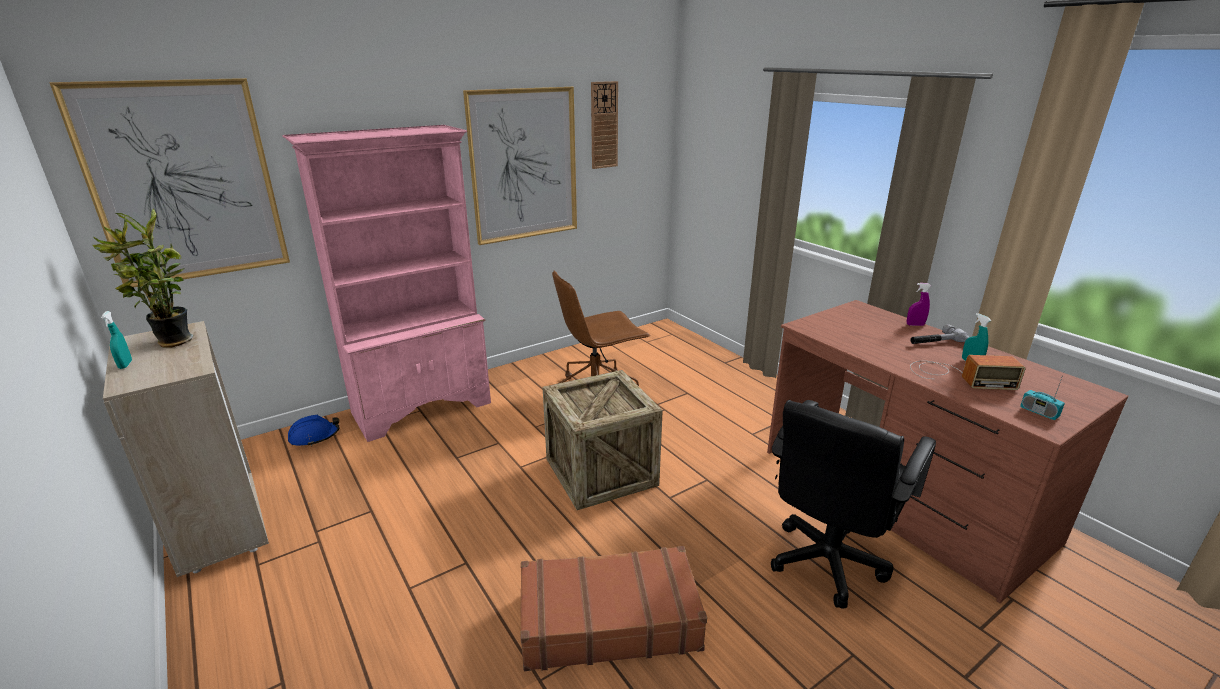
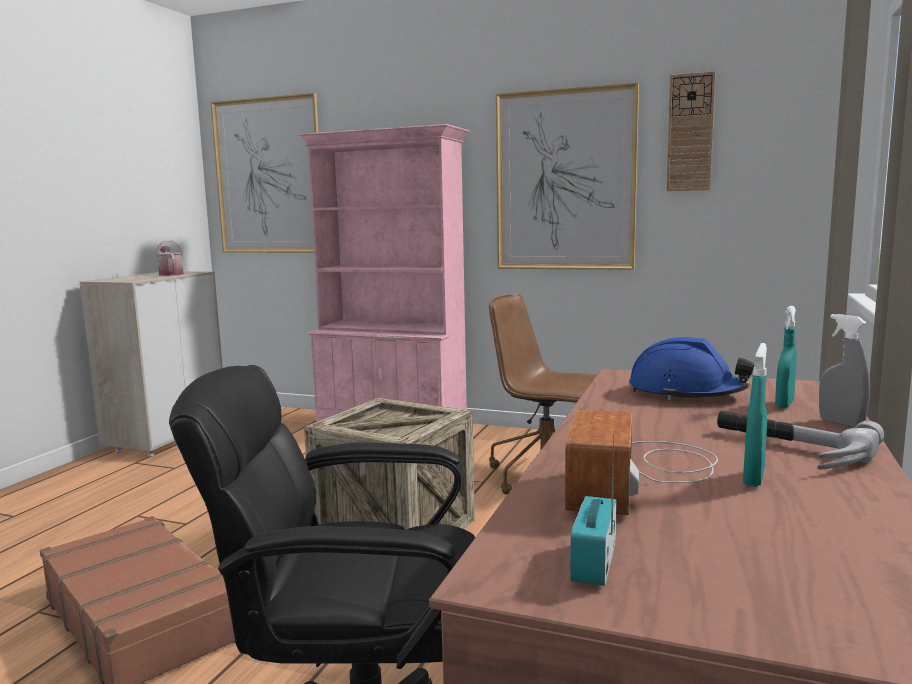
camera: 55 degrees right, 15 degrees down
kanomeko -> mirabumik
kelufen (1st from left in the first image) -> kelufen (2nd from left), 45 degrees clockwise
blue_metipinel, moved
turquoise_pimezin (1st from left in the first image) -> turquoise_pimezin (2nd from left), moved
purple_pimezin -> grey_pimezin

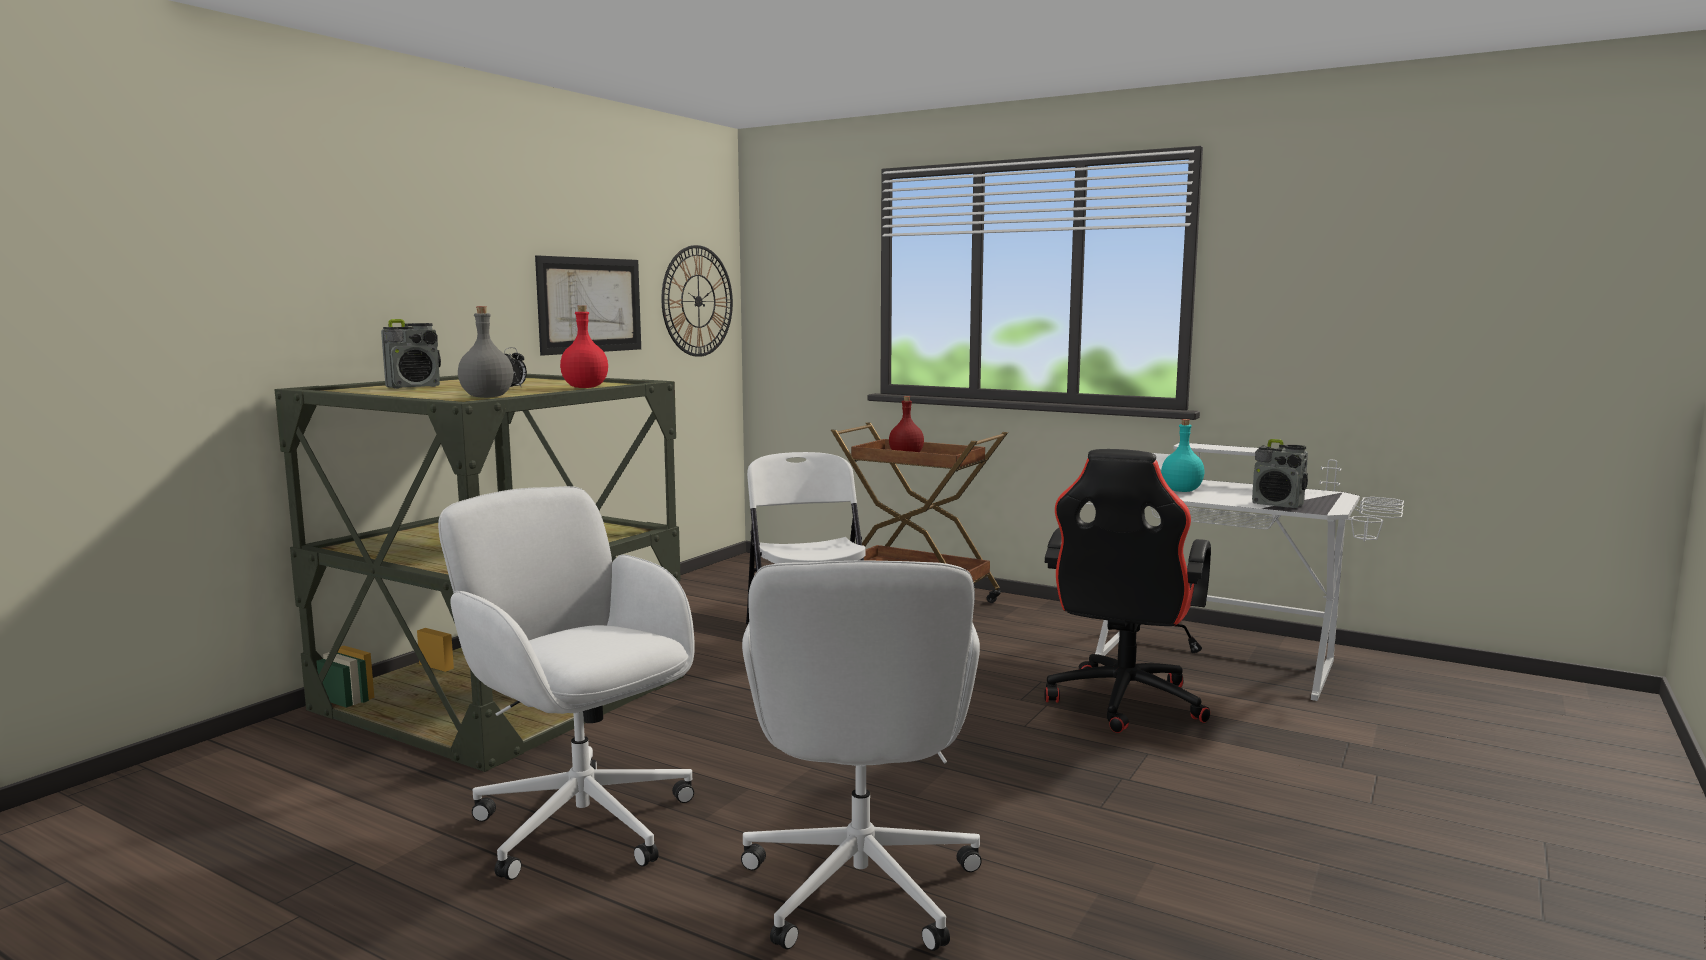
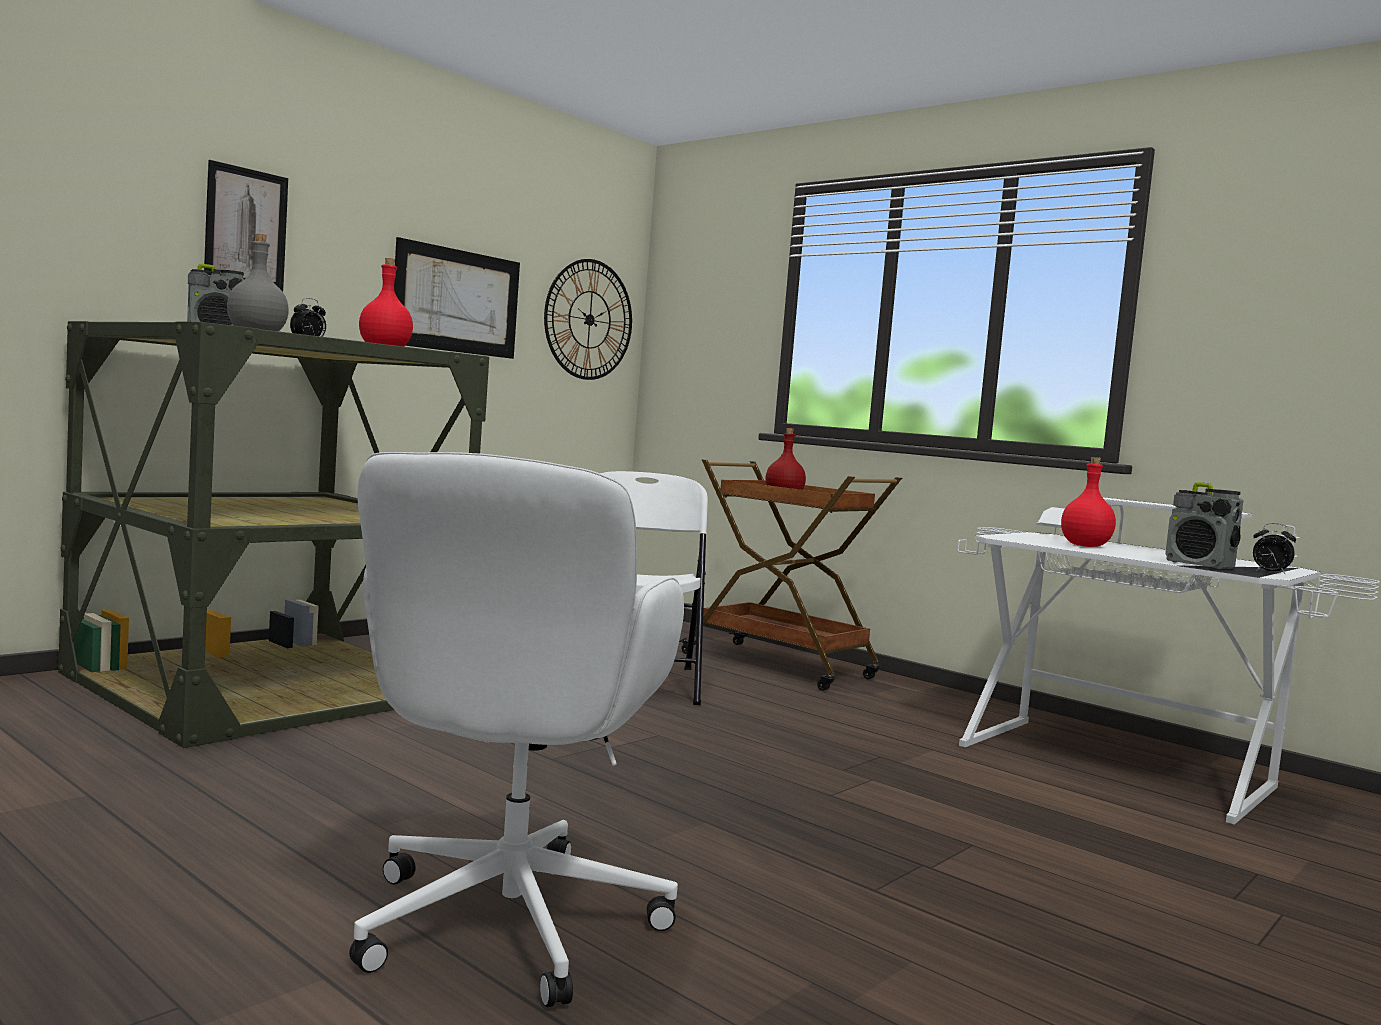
camera: 10 degrees right, 5 degrees down
none -> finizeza (1st from left)
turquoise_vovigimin -> red_vovigimin (3rd from left)
none -> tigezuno (2nd from left)
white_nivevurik (1st from left) -> none
black_nivevurik -> none

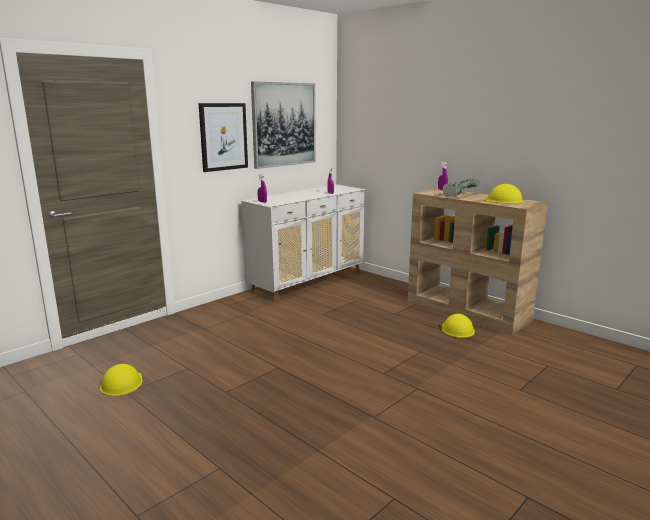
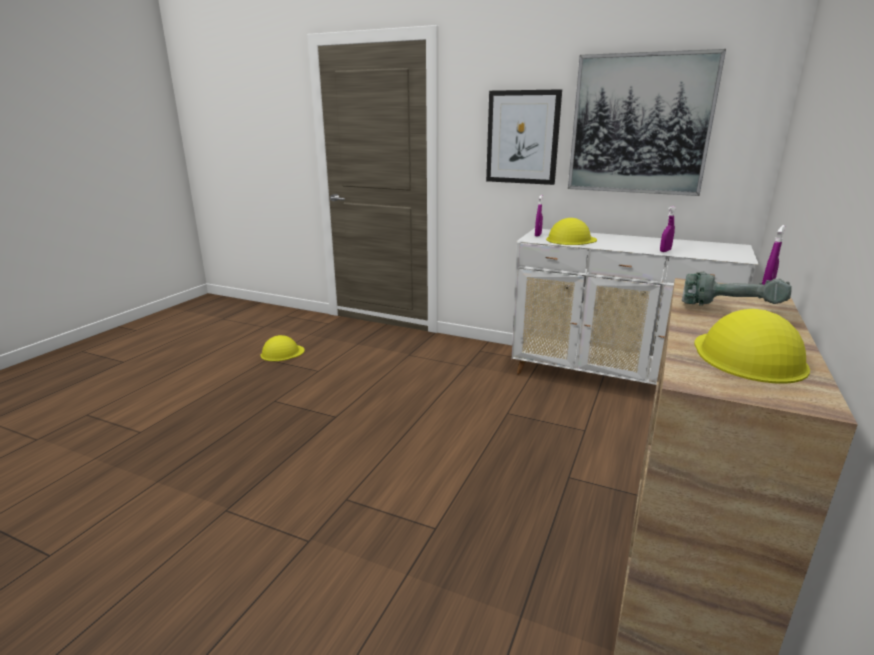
camera: 70 degrees right, 5 degrees up
yellow_metipinel (2nd from left), moved

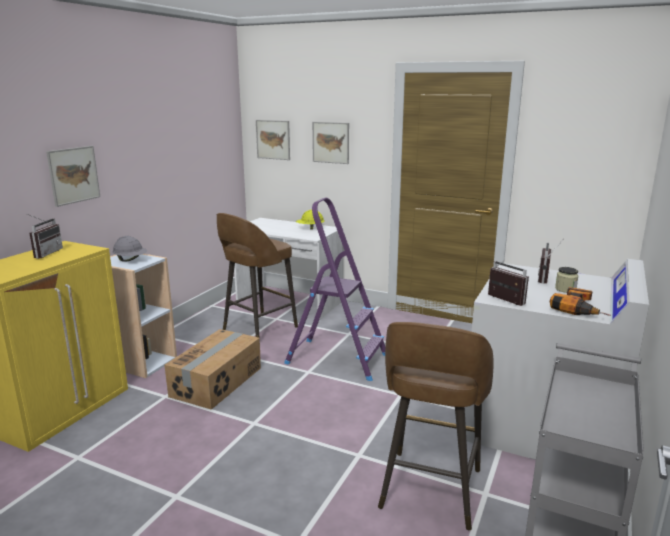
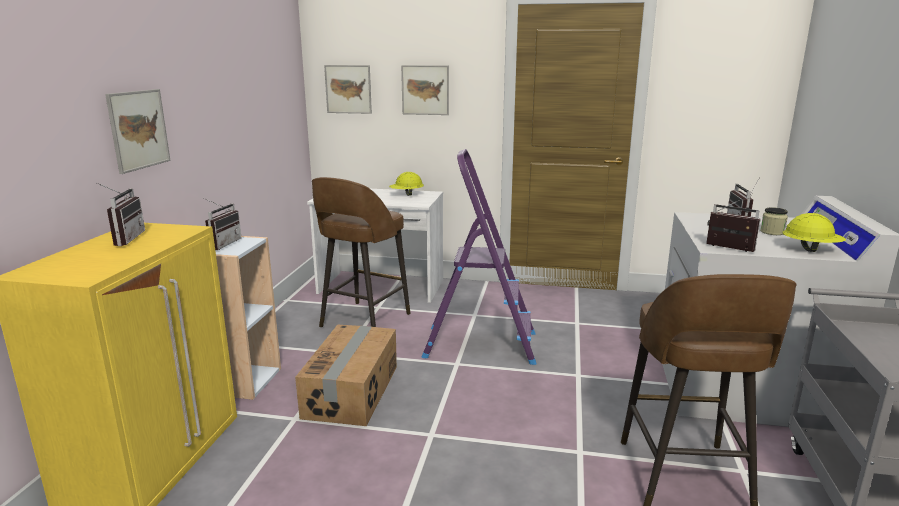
camera: 15 degrees left, 0 degrees up
grey_metipinel -> kelufen (2nd from left)
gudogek -> yellow_metipinel (2nd from left)

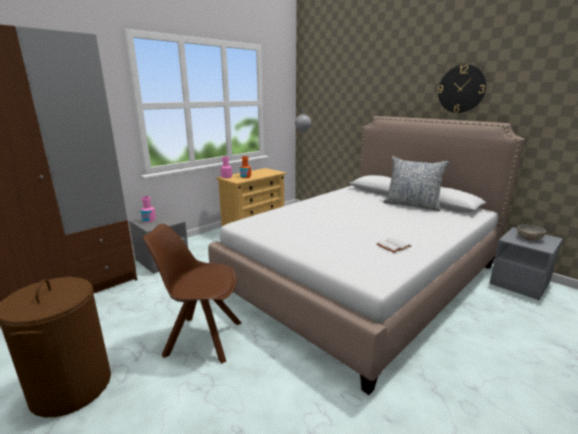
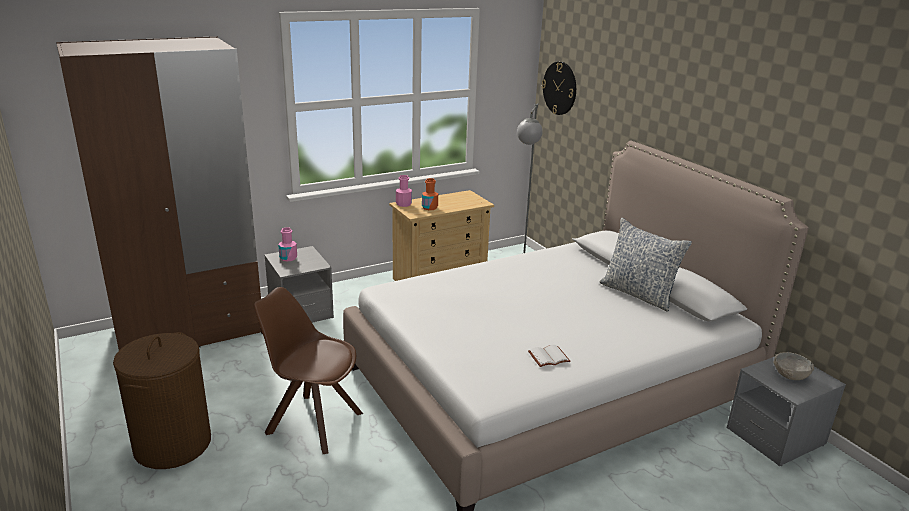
camera: 15 degrees right, 5 degrees up
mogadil, moved

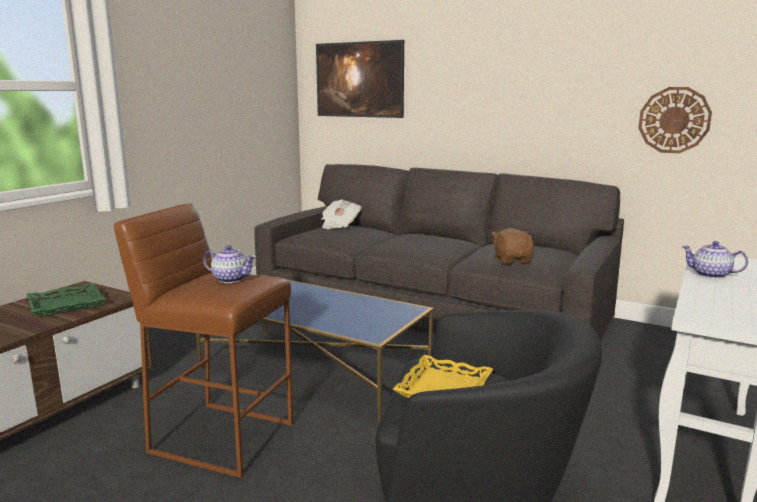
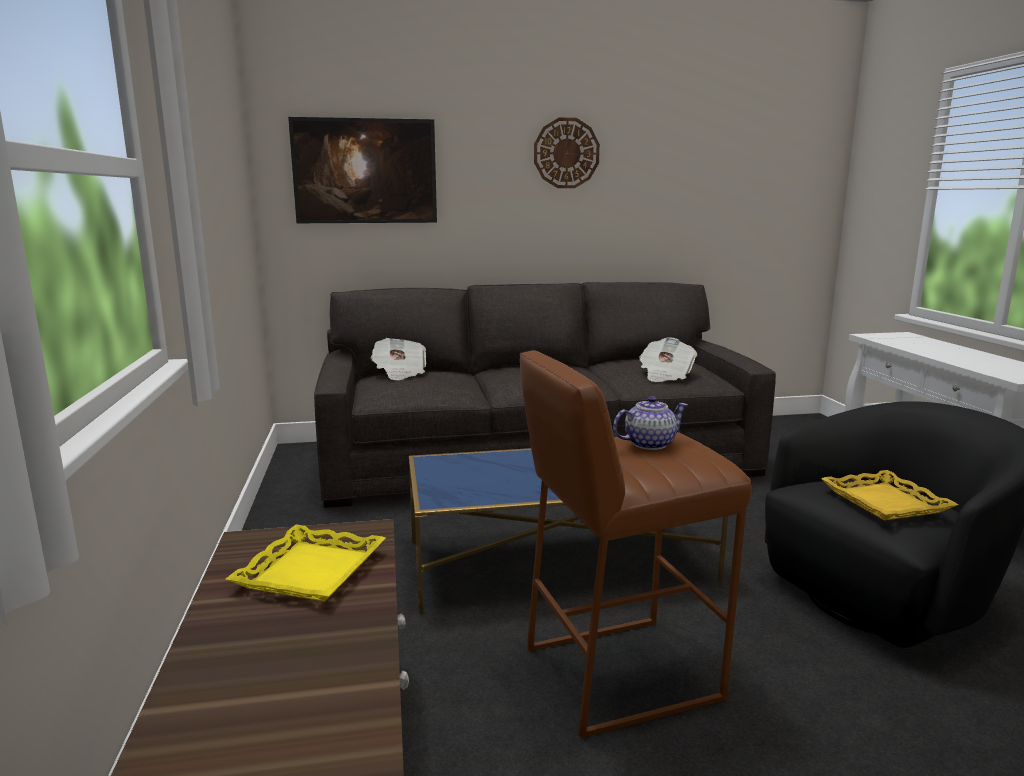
camera: 40 degrees left, 0 degrees up
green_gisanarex -> yellow_gisanarex (1st from left)
mogadil, moved
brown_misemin -> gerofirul (2nd from left)
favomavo (2nd from left) -> none

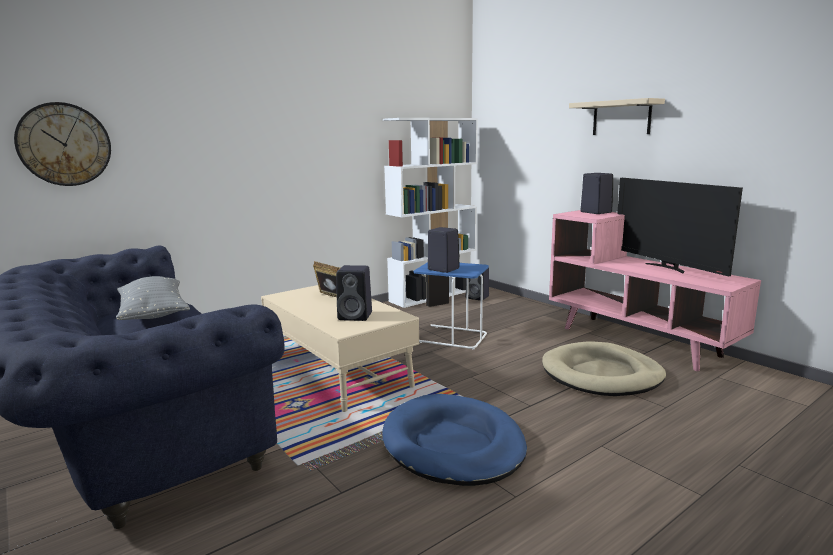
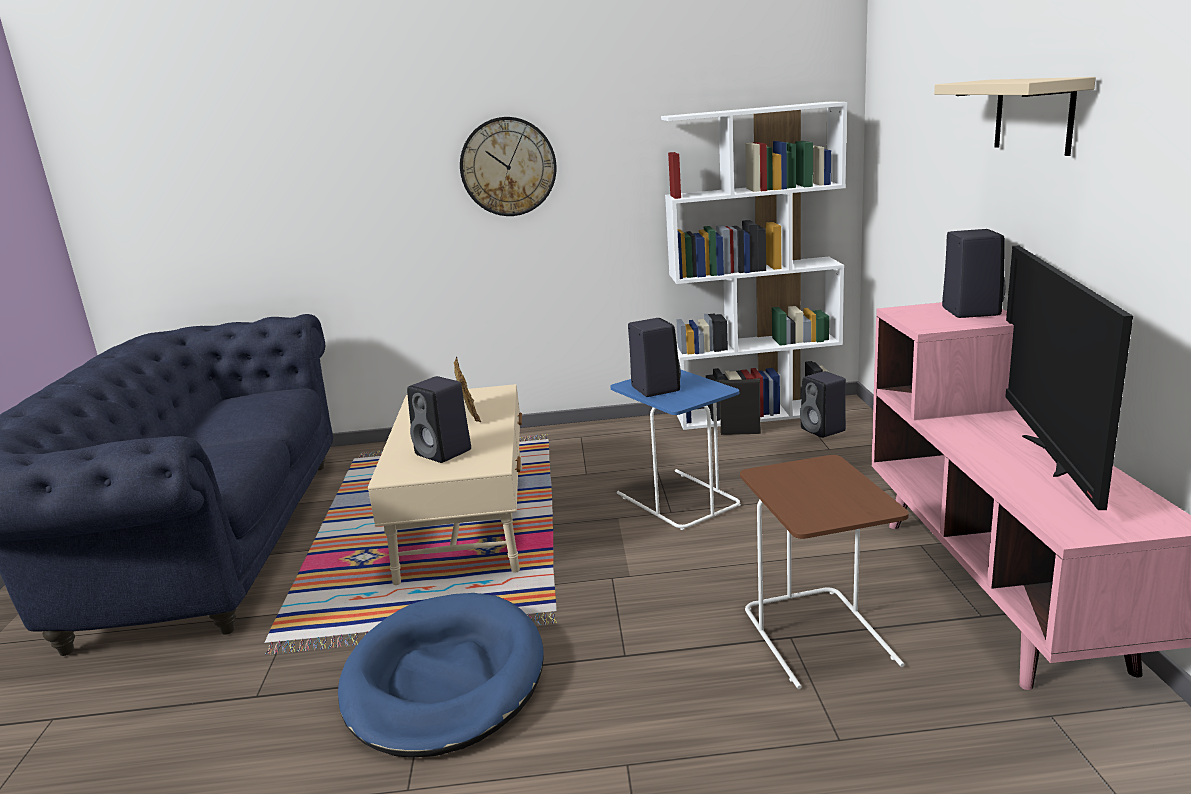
camera: 35 degrees right, 5 degrees up
mogadil, moved
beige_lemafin -> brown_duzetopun
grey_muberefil -> none

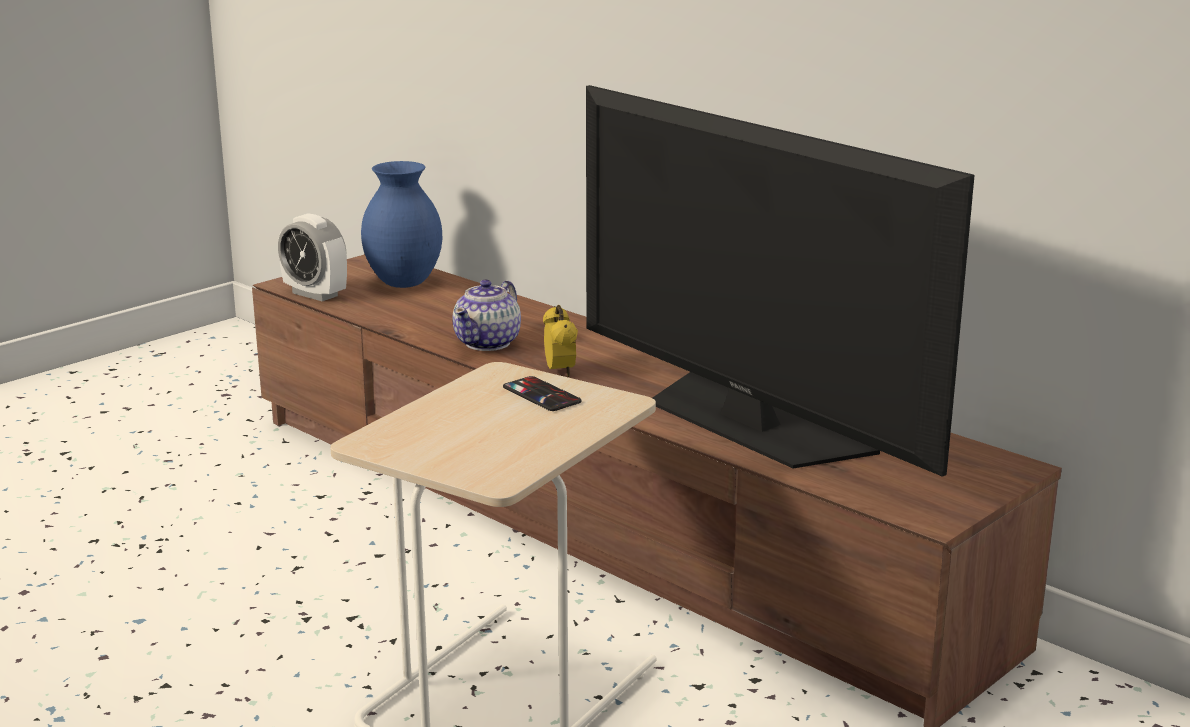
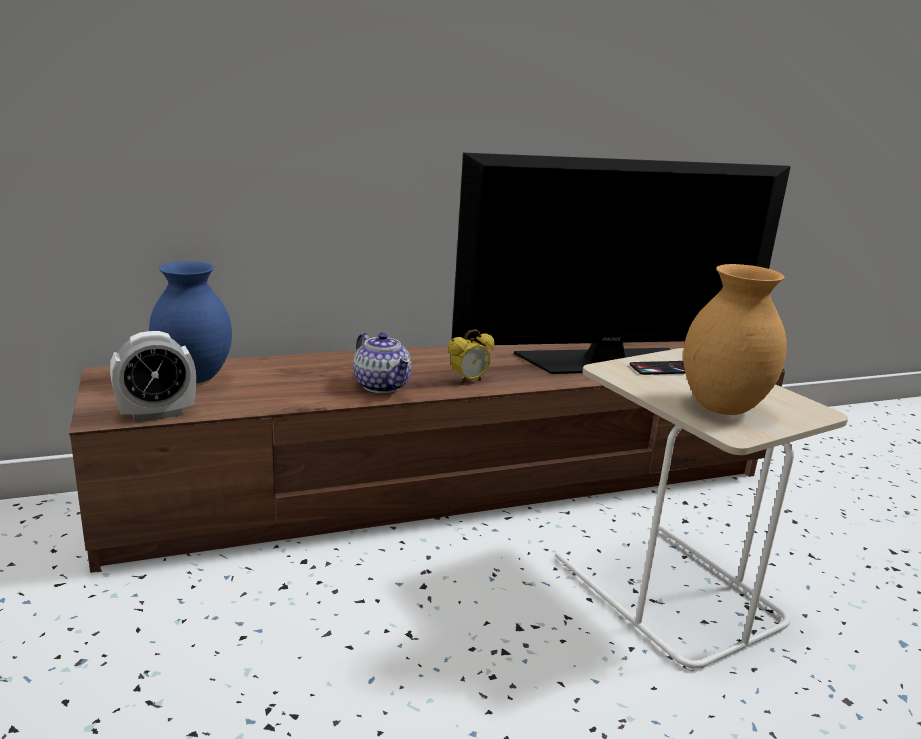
camera: 65 degrees left, 0 degrees up
tigezuno (2nd from left), 135 degrees clockwise
none -> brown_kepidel

